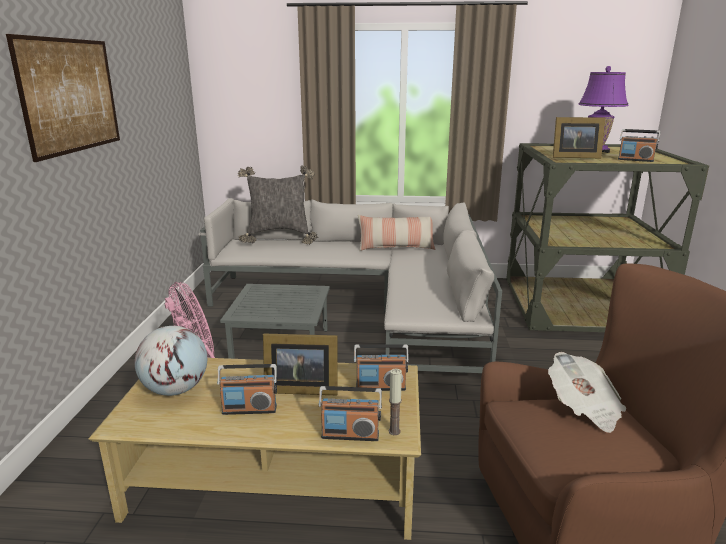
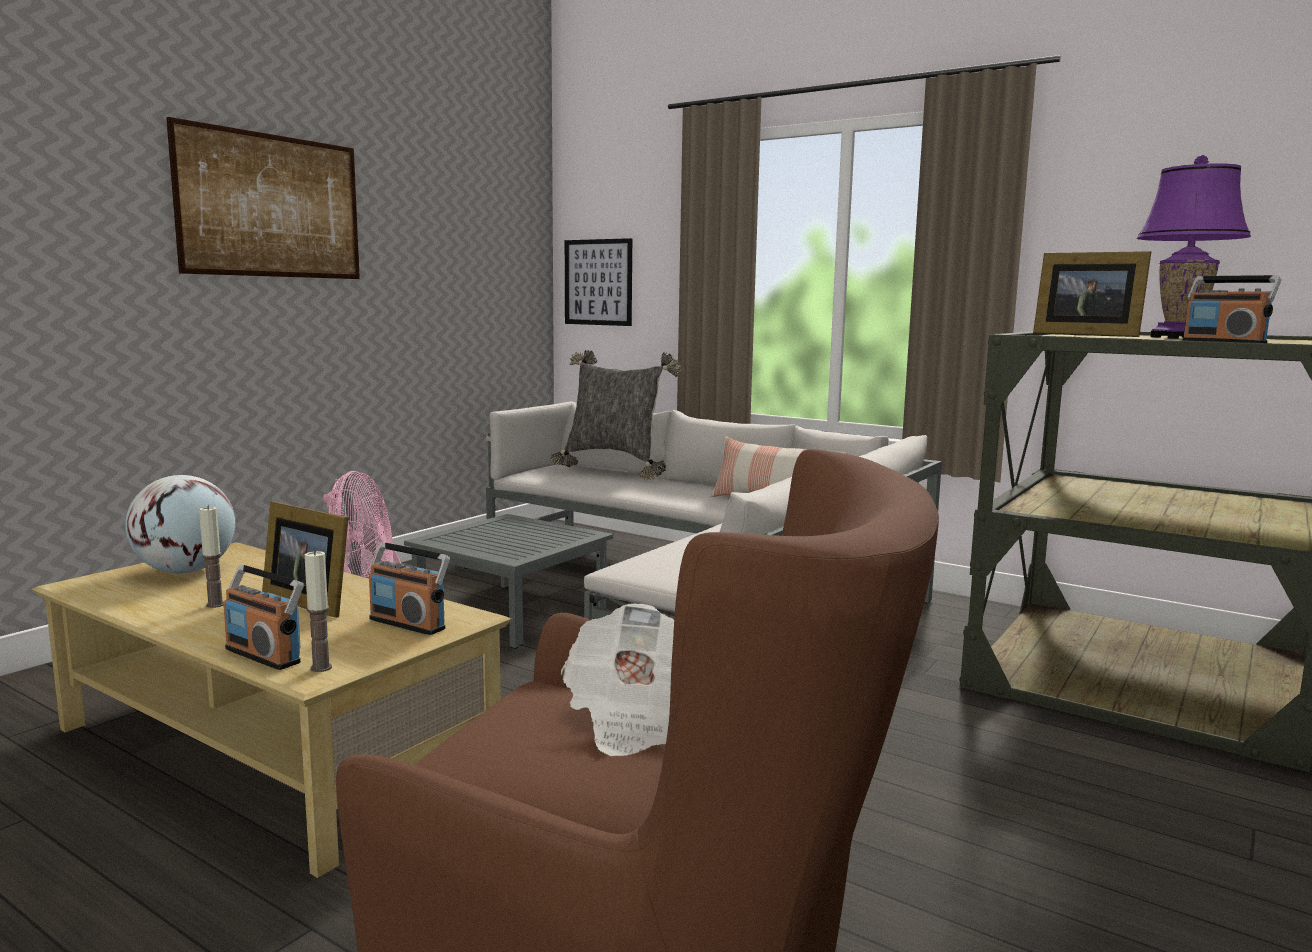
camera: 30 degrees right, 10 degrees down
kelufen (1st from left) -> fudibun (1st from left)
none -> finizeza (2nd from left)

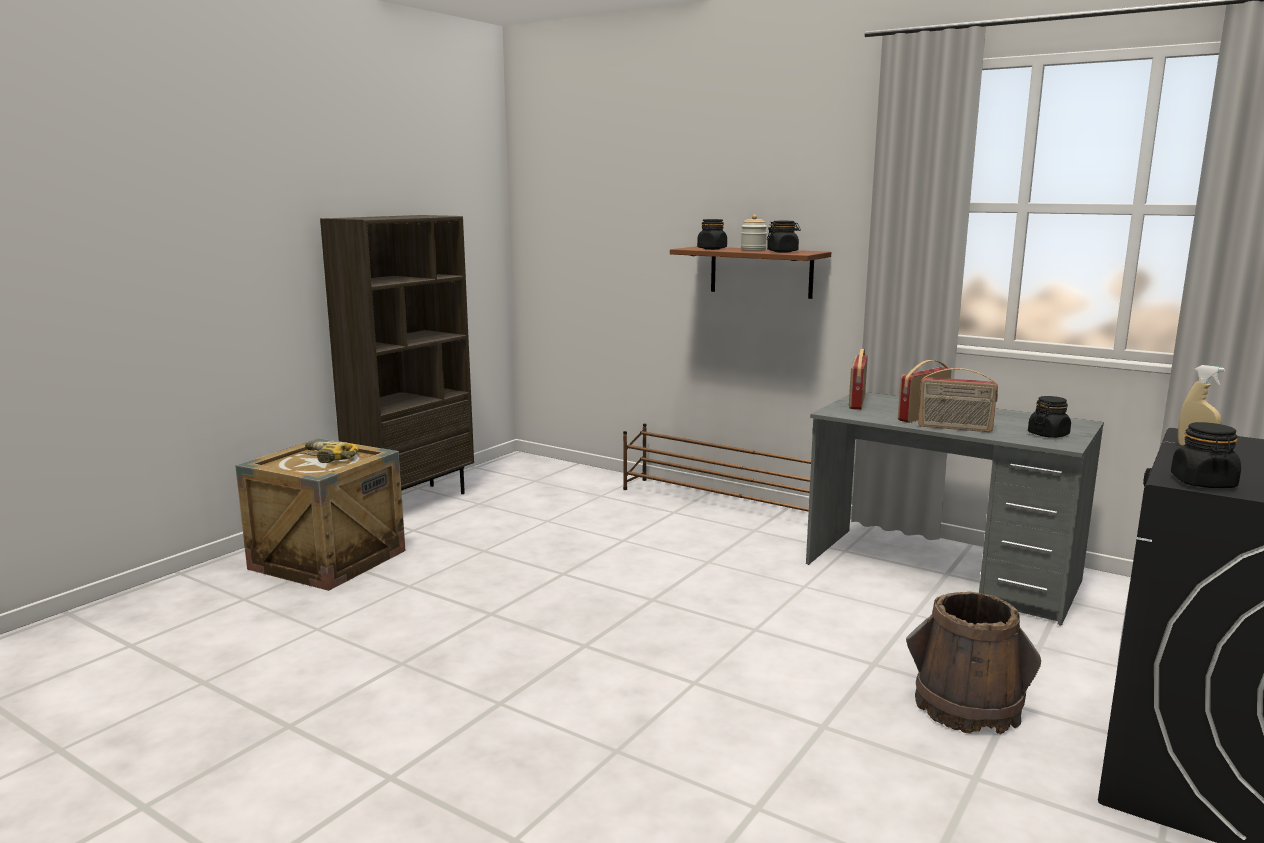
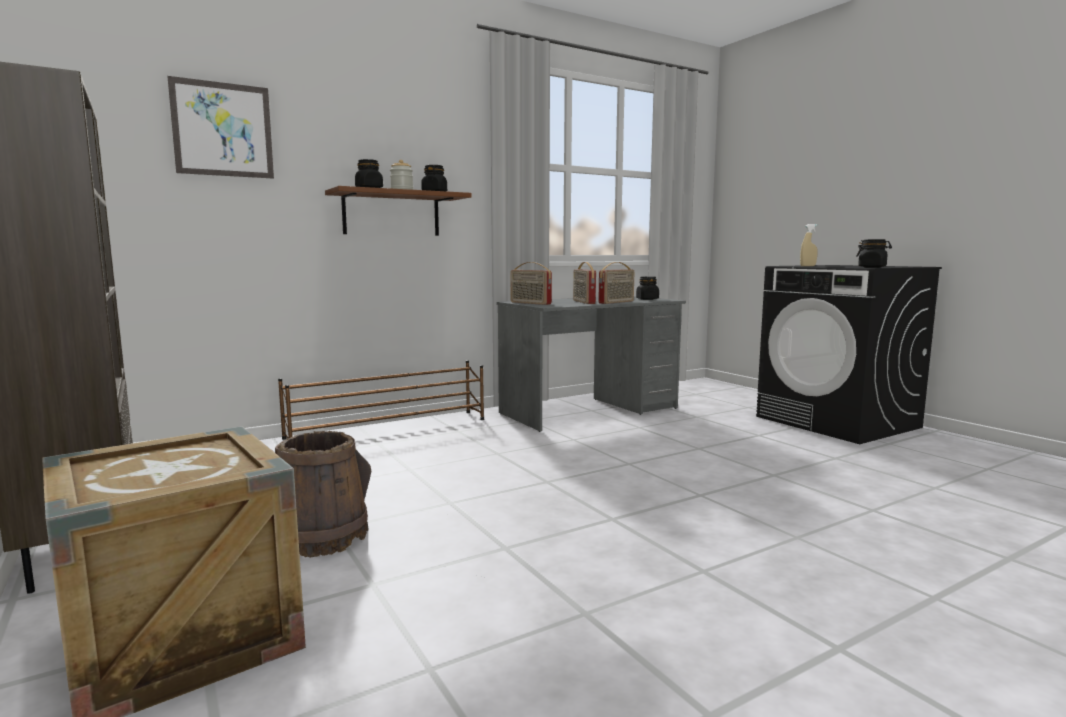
camera: 65 degrees left, 5 degrees down
none -> finizeza
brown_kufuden, moved
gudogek -> none

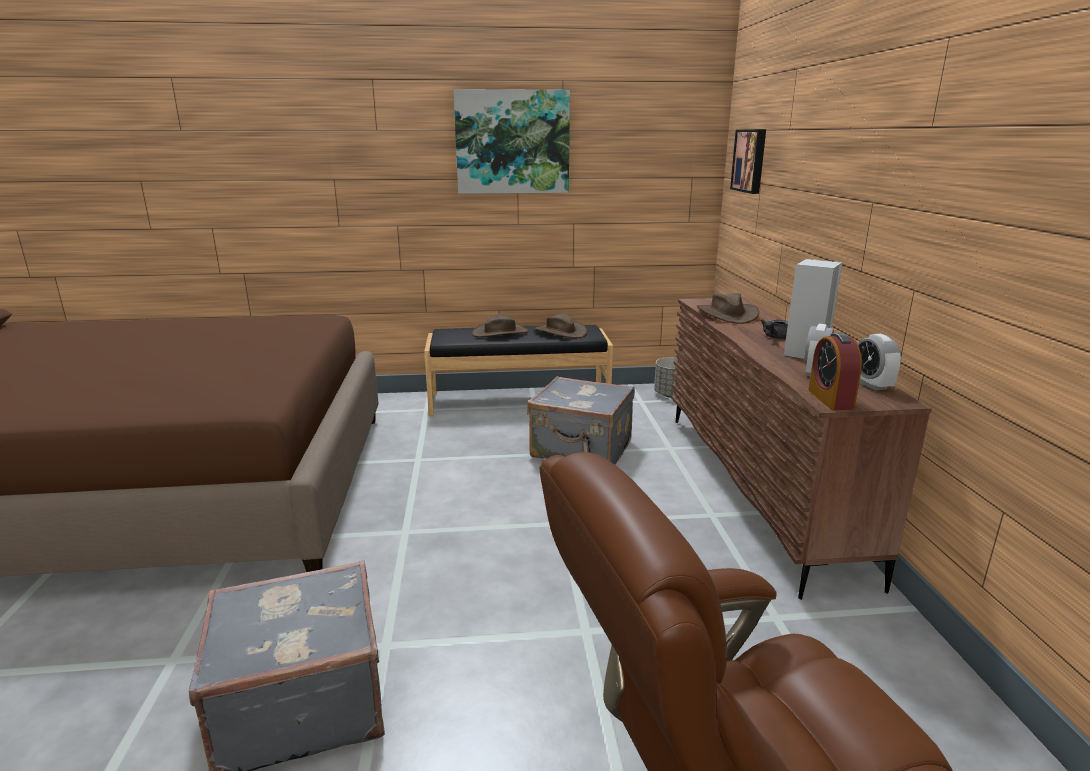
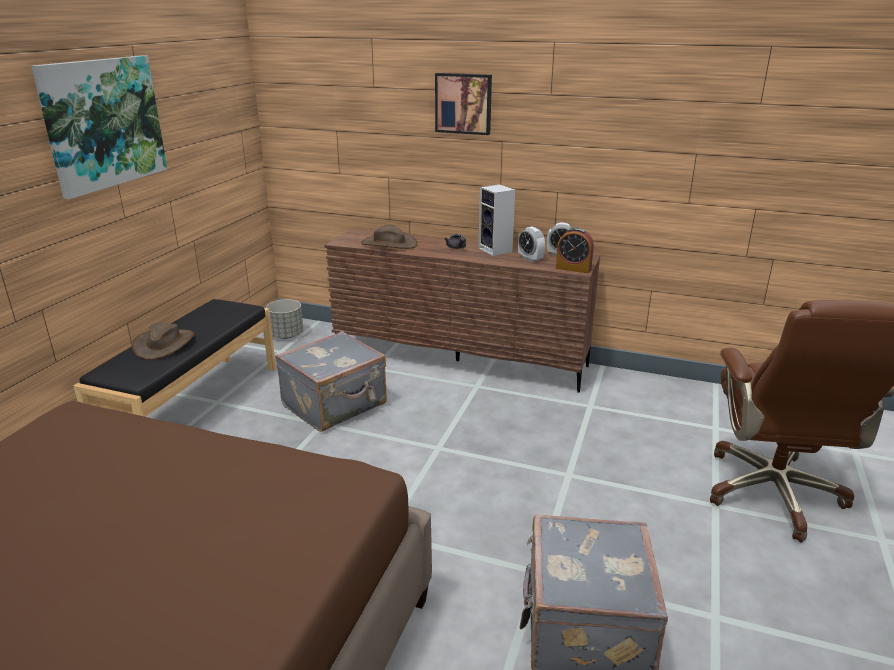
camera: 65 degrees left, 5 degrees up
finizeza (2nd from left), moved
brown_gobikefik (2nd from left) -> none

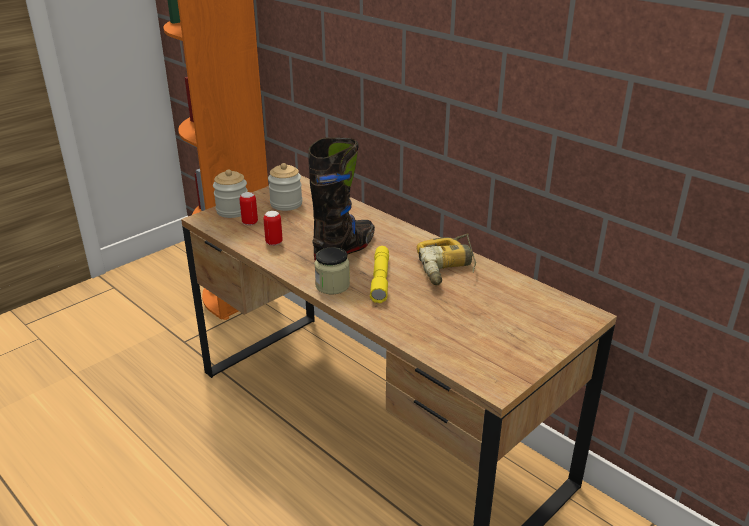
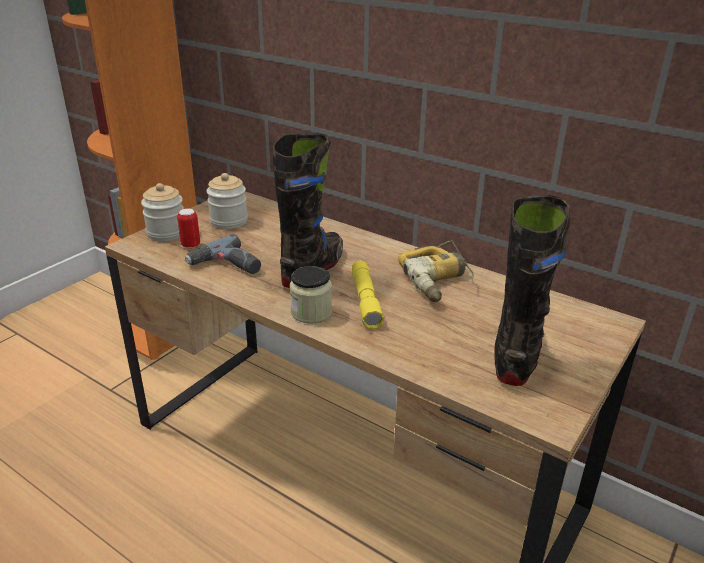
camera: 10 degrees left, 0 degrees up
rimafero (2nd from left) -> gudogek (1st from left)
none -> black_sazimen (2nd from left)

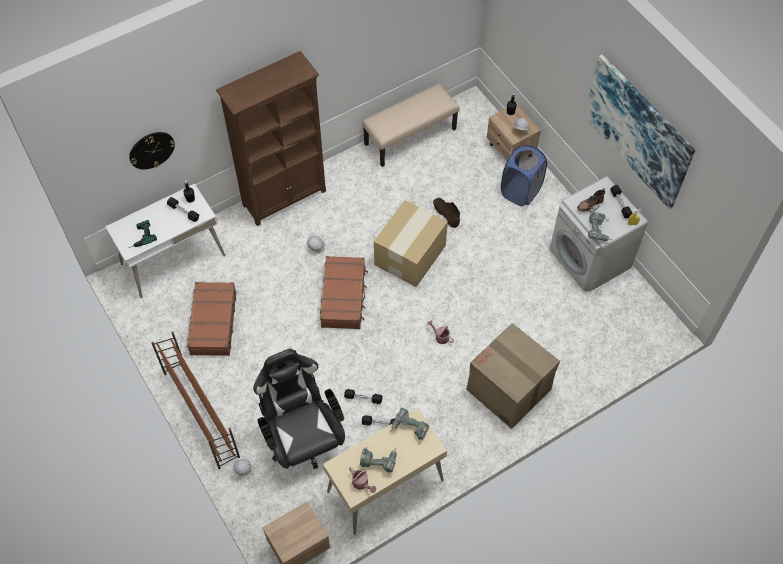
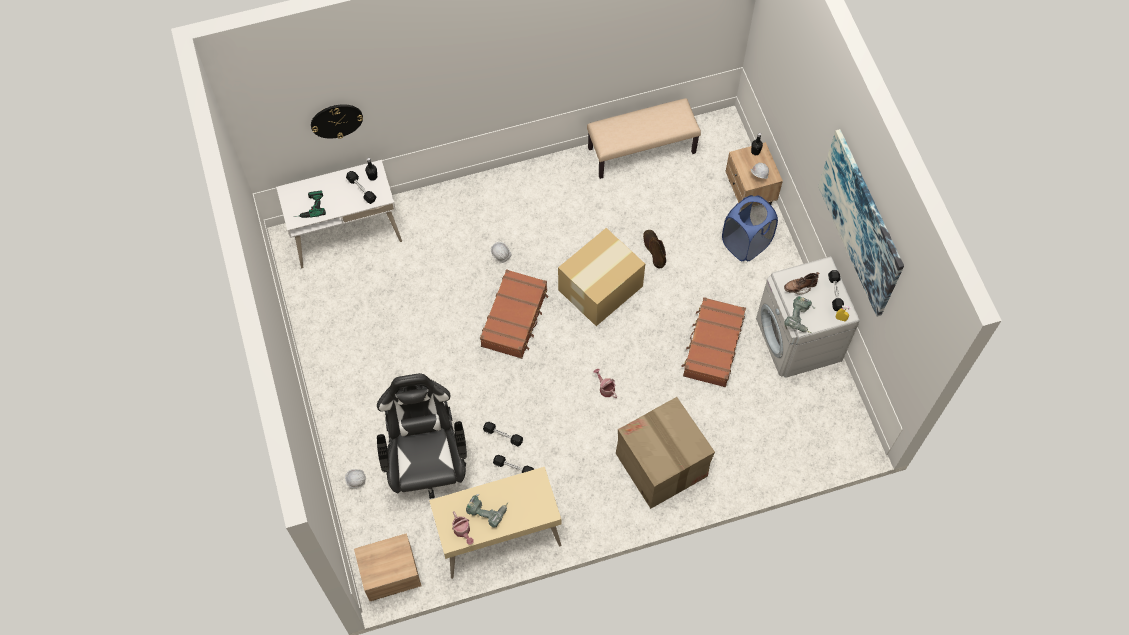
camera: 15 degrees right, 5 degrees up
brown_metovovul (1st from left in the first image) -> brown_metovovul (2nd from left), moved
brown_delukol -> none
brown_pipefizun -> none
gudogek (3rd from left) -> none

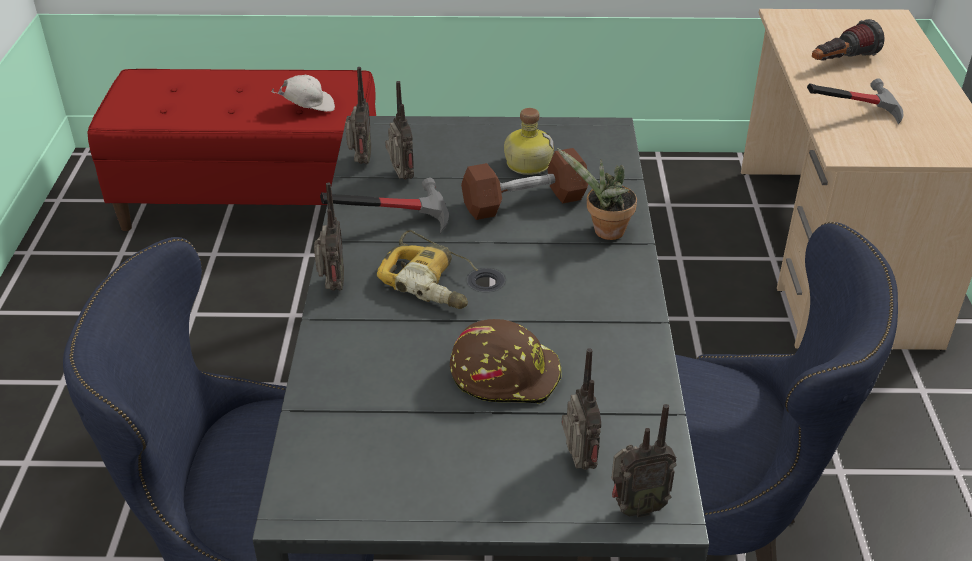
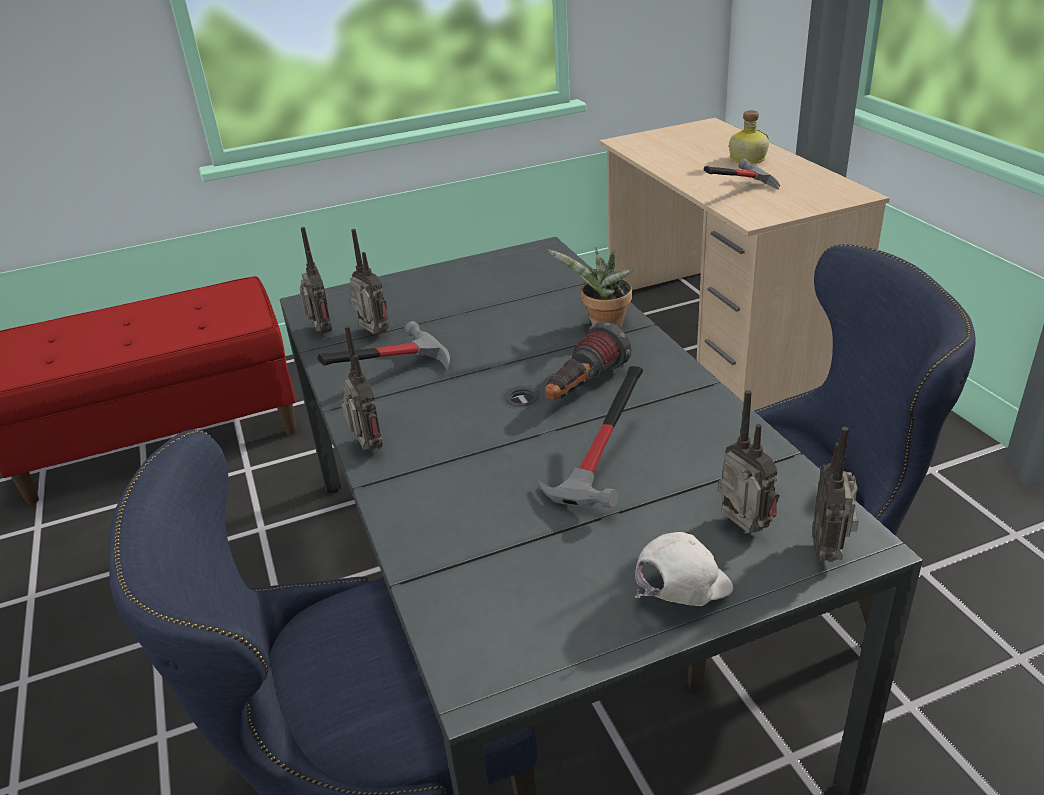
camera: 20 degrees left, 5 degrees down
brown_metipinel -> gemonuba (2nd from left)
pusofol, moved
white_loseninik, moved
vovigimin, moved
kelufen (5th from left), 135 degrees clockwise
gudogek -> none
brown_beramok -> none

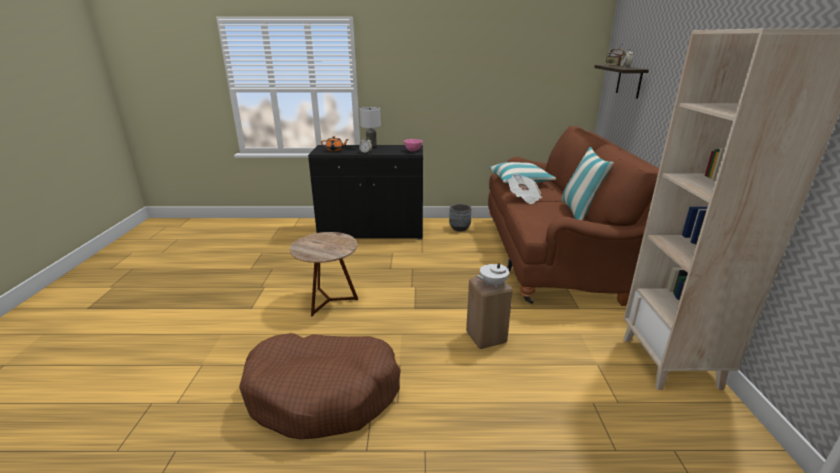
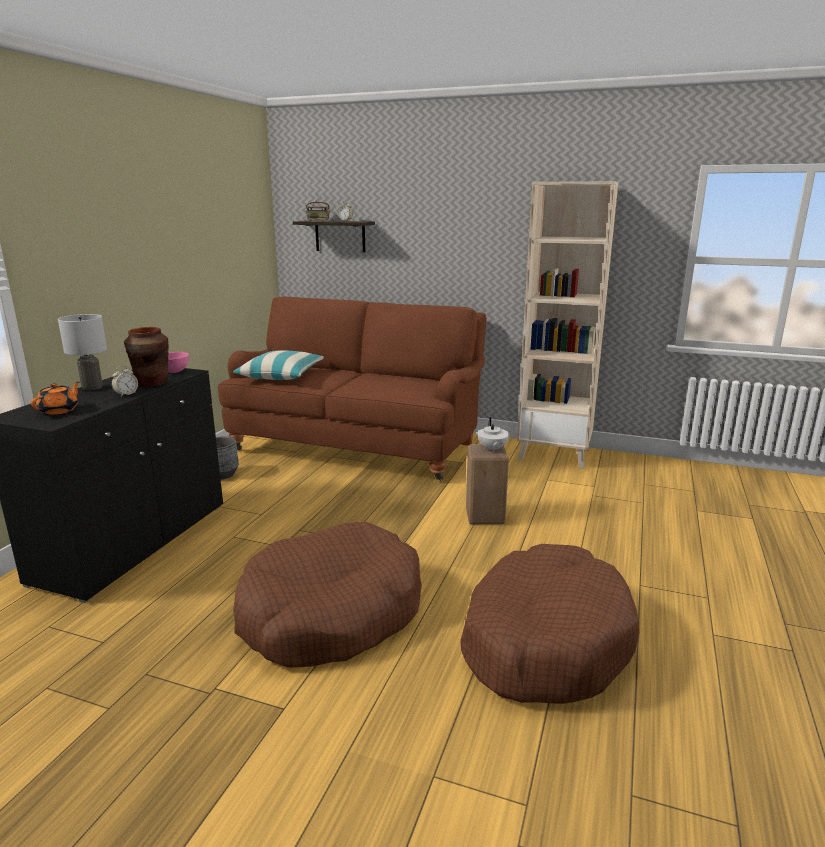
camera: 70 degrees left, 5 degrees down
none -> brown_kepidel
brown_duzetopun -> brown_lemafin (1st from left)
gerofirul -> none
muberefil (2nd from left) -> none

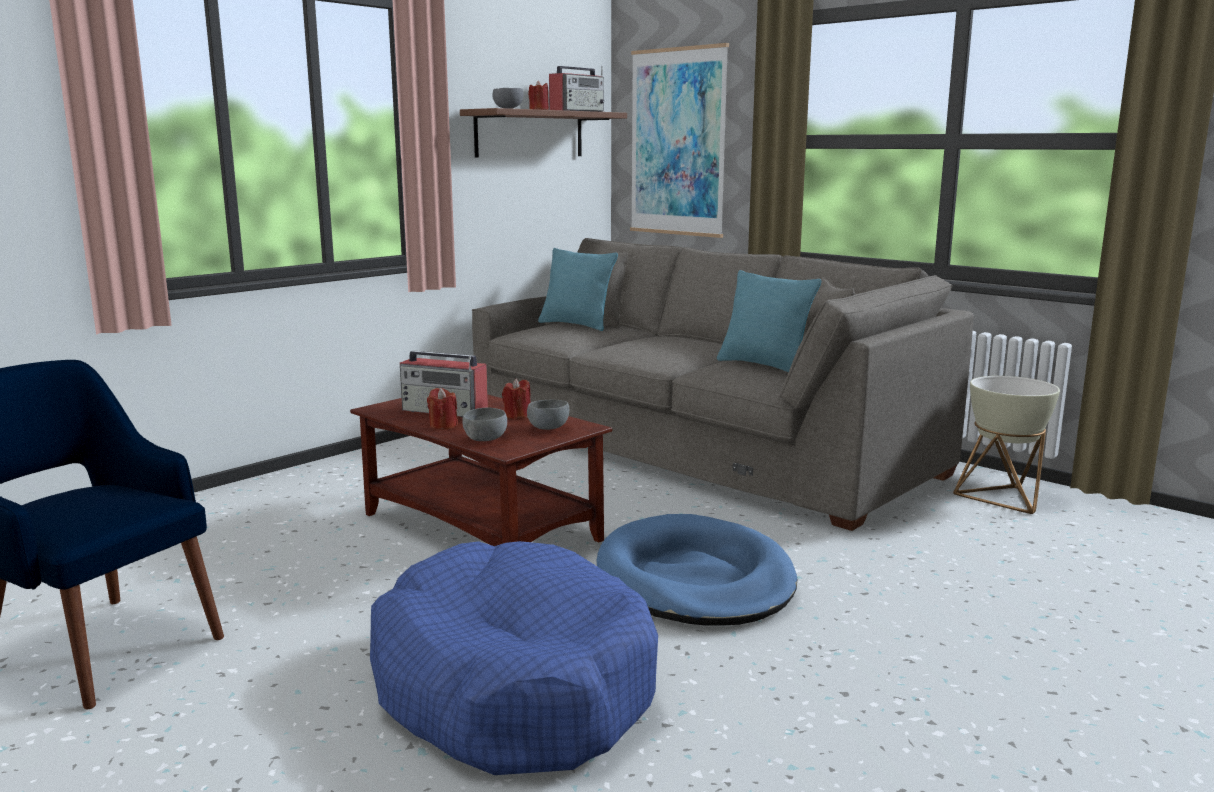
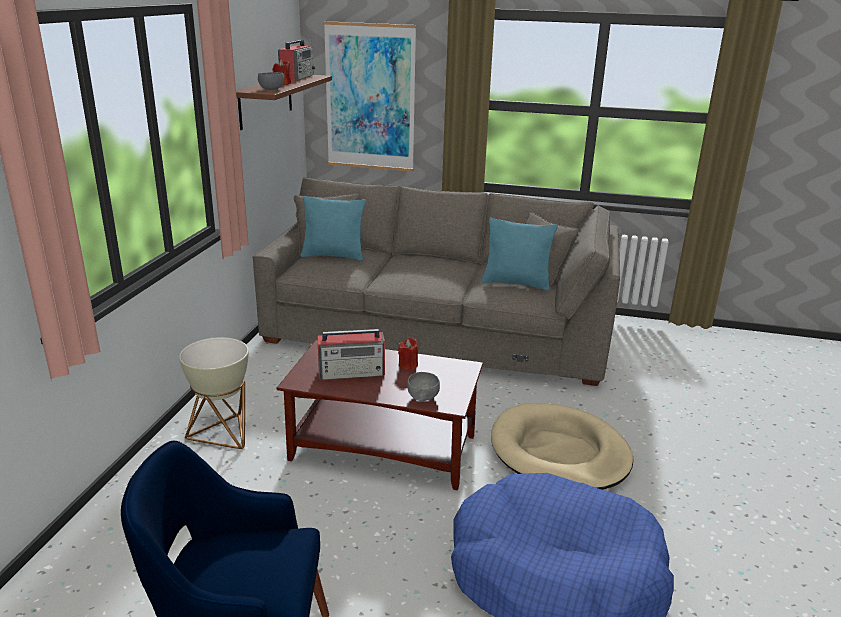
camera: 30 degrees left, 10 degrees up
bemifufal, moved
blue_lemafin (2nd from left) -> beige_lemafin
red_fudibun (1st from left) -> none
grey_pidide (3rd from left) -> none

